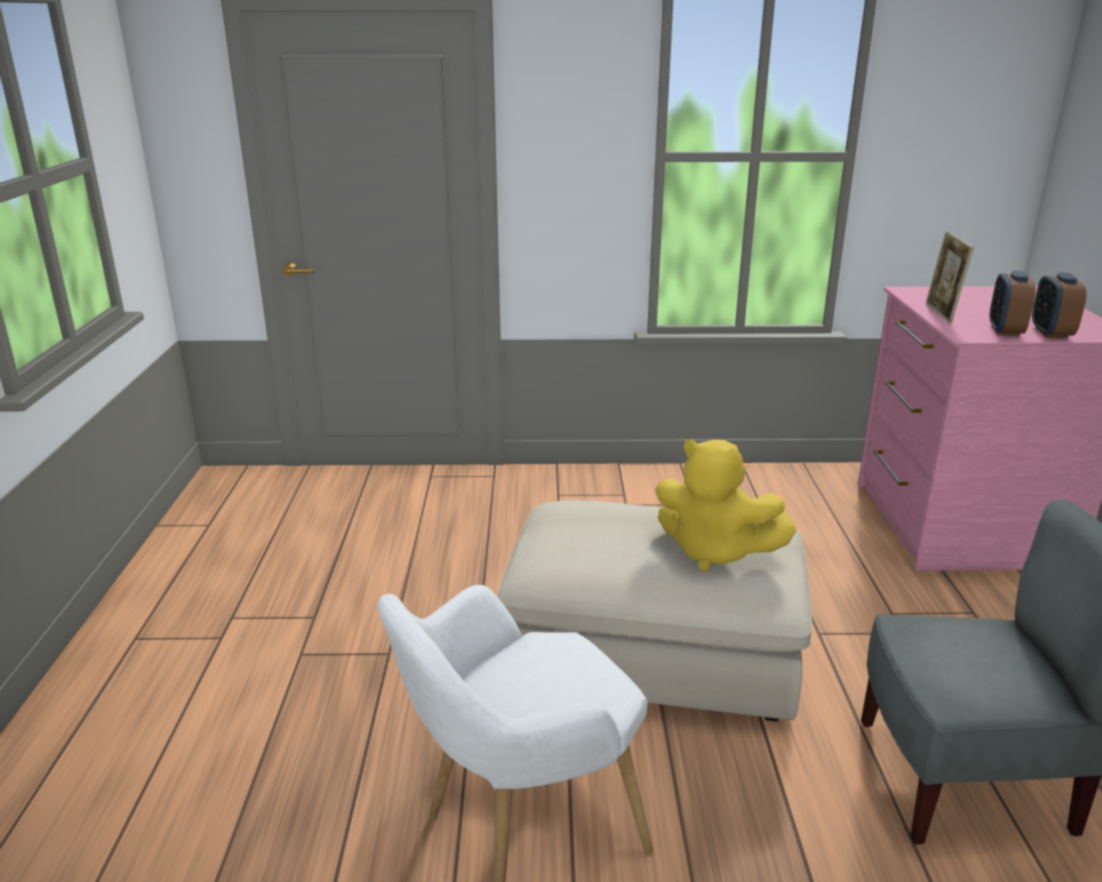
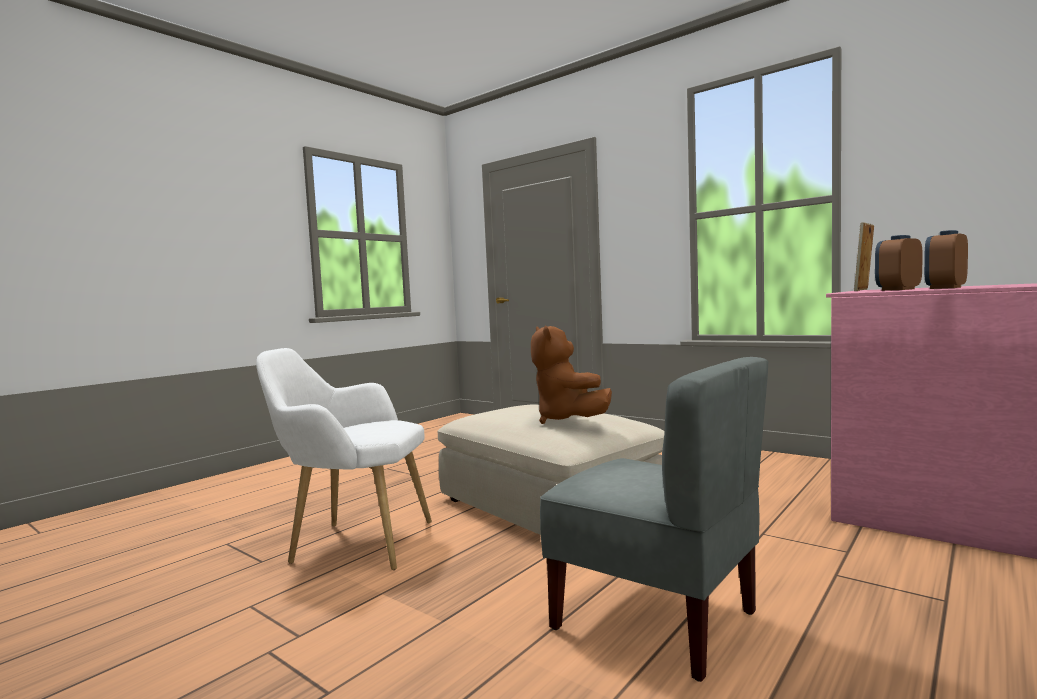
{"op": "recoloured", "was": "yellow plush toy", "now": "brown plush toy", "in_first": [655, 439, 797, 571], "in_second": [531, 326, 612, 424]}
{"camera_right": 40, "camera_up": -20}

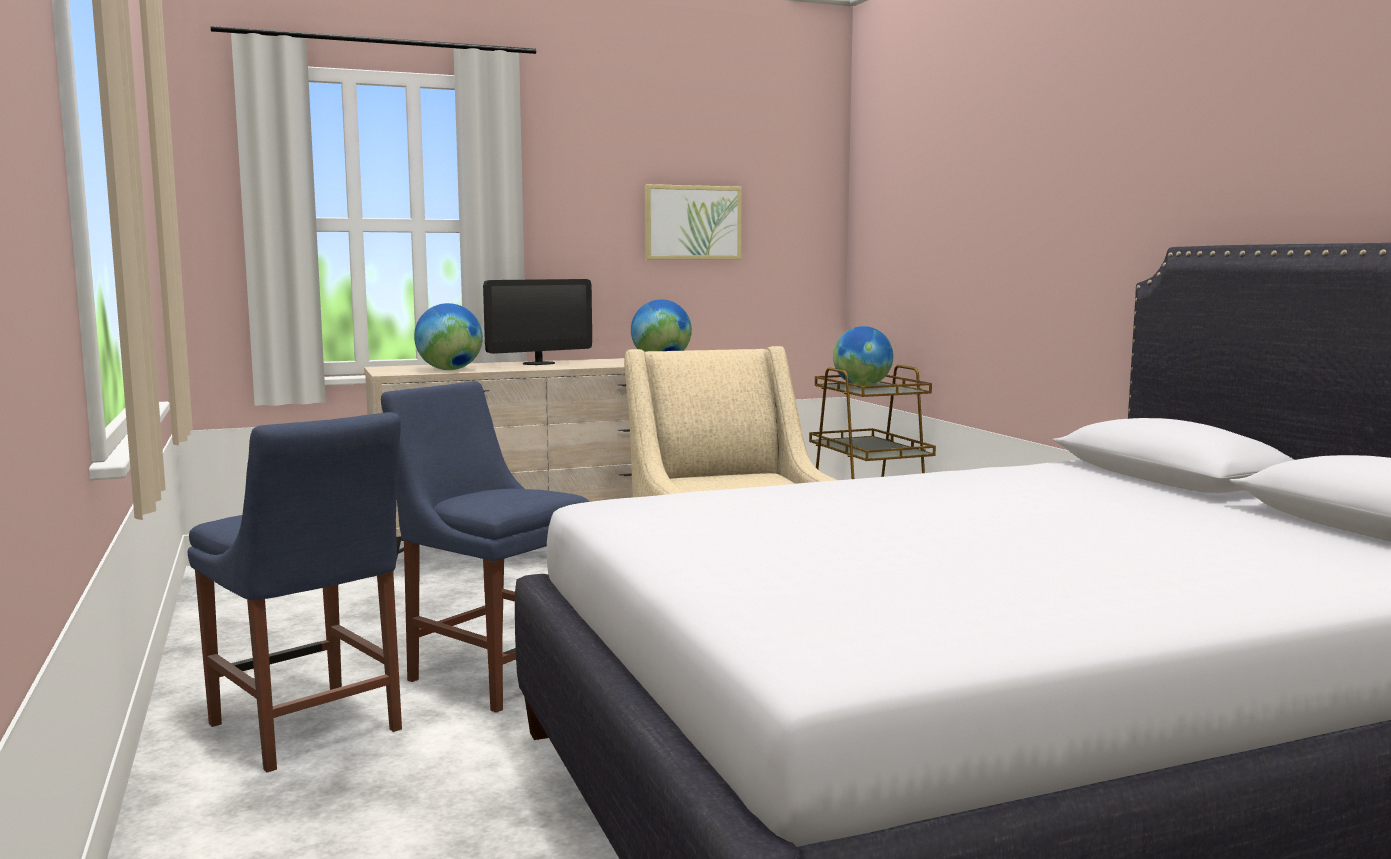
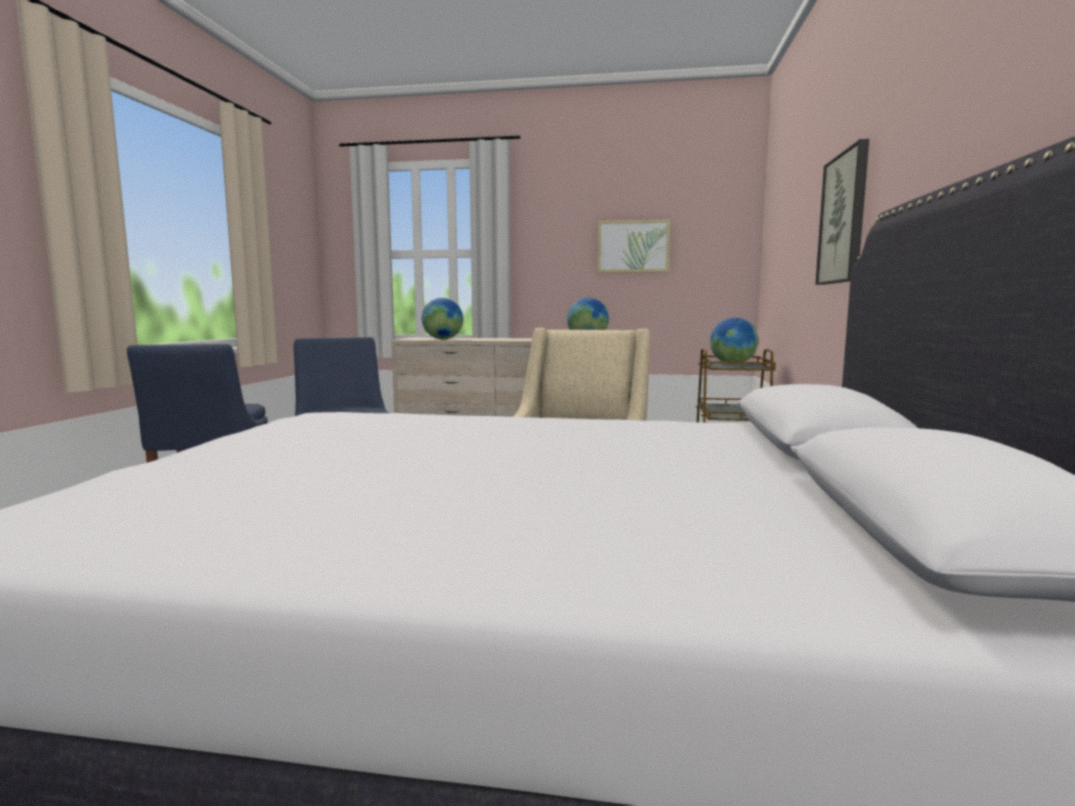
{"op": "removed", "was": "monitor", "in_first": [483, 279, 592, 365]}
{"op": "added", "now": "picture", "in_second": [815, 139, 869, 285]}
{"camera_right": 30, "camera_up": 0}

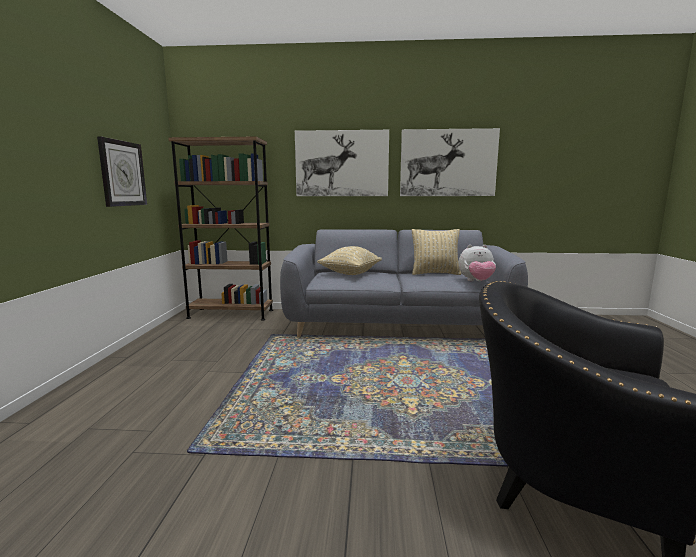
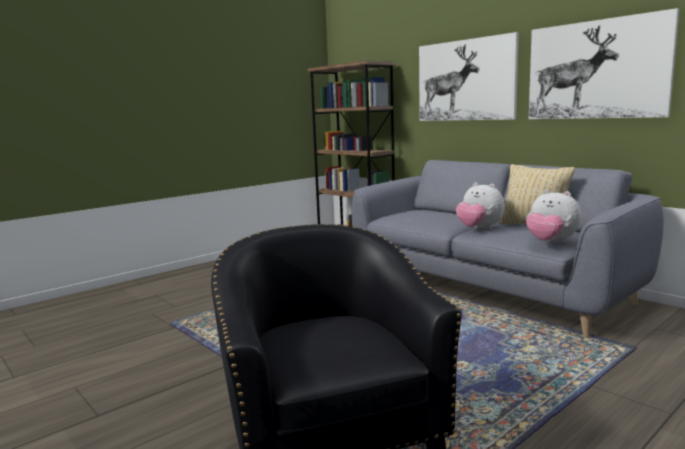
{"op": "removed", "was": "wall clock", "in_first": [97, 136, 147, 207]}
{"op": "removed", "was": "beige pillow", "in_first": [317, 246, 382, 275]}
{"op": "added", "now": "plush toy", "in_second": [456, 182, 504, 229]}
{"camera_right": 45, "camera_up": 0}

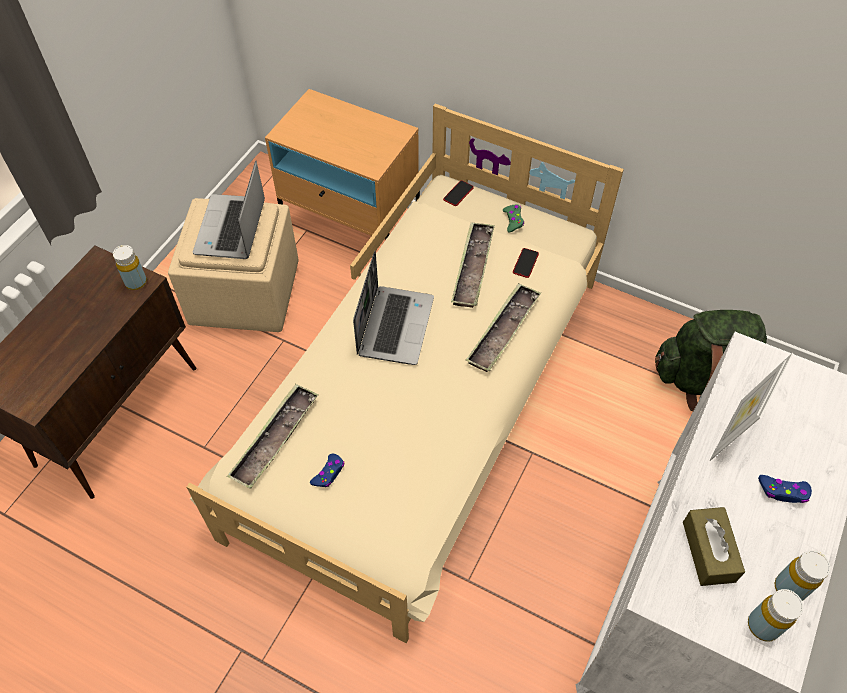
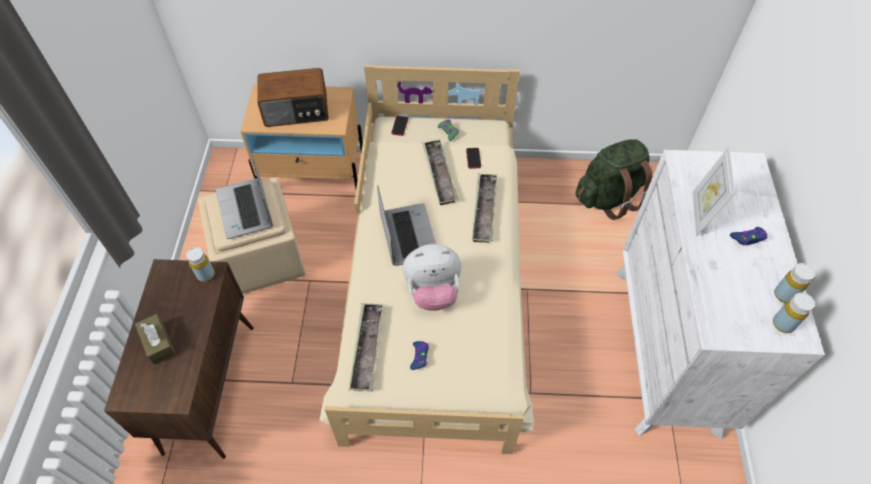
{"op": "moved", "was": "brown tissue box", "in_first": [683, 507, 745, 586], "in_second": [135, 314, 176, 365]}
{"op": "added", "now": "radio", "in_second": [258, 68, 329, 127]}
{"op": "added", "now": "plush toy", "in_second": [403, 244, 461, 311]}
{"camera_right": -25, "camera_up": 0}

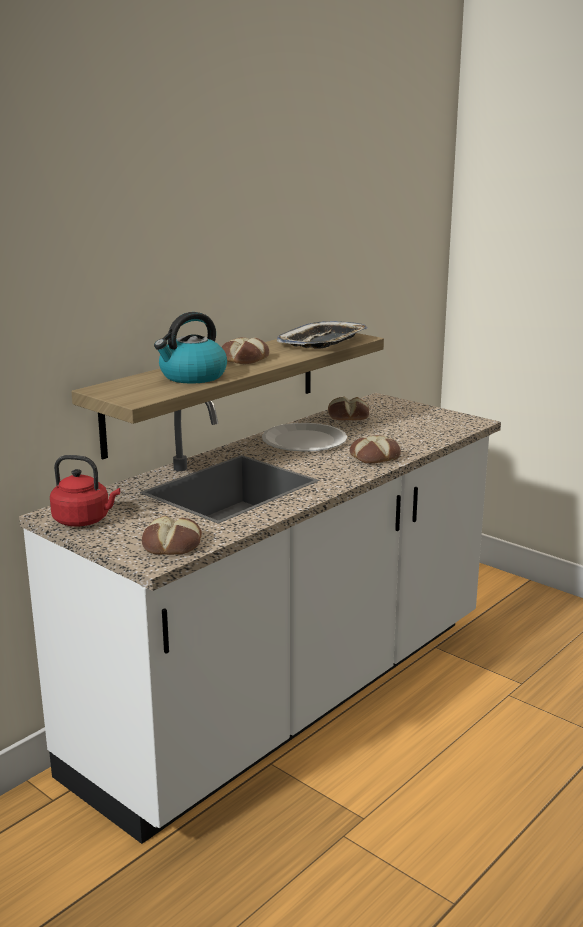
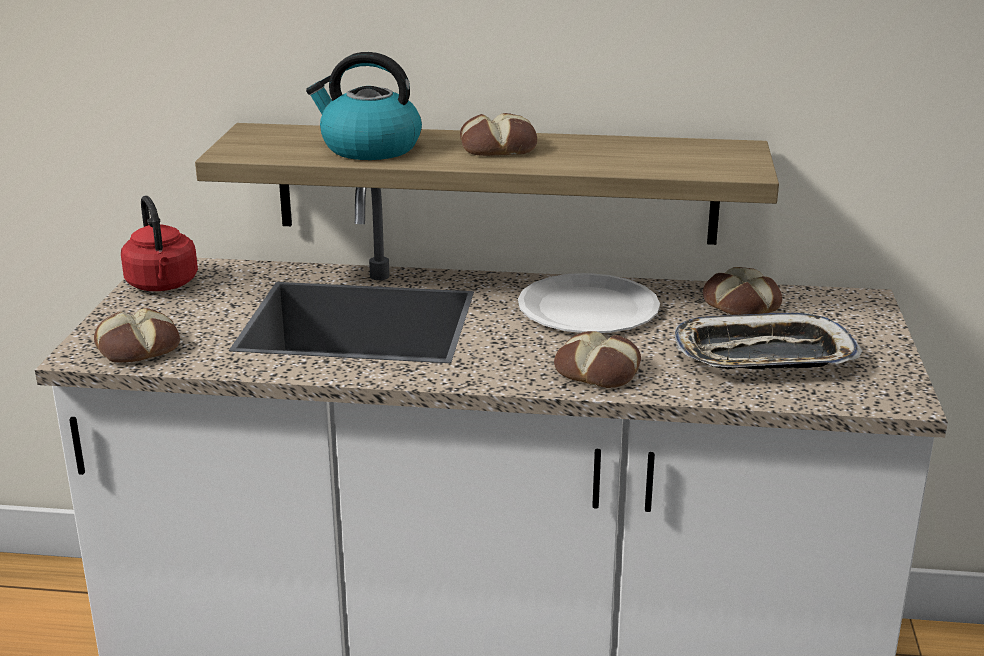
{"op": "moved", "was": "tray", "in_first": [277, 321, 368, 349], "in_second": [675, 313, 862, 369]}
{"camera_right": 55, "camera_up": 5}

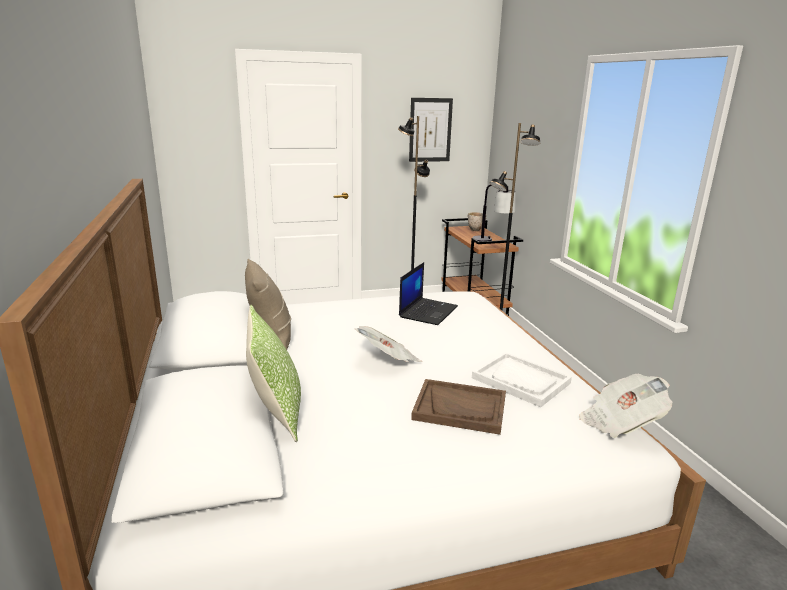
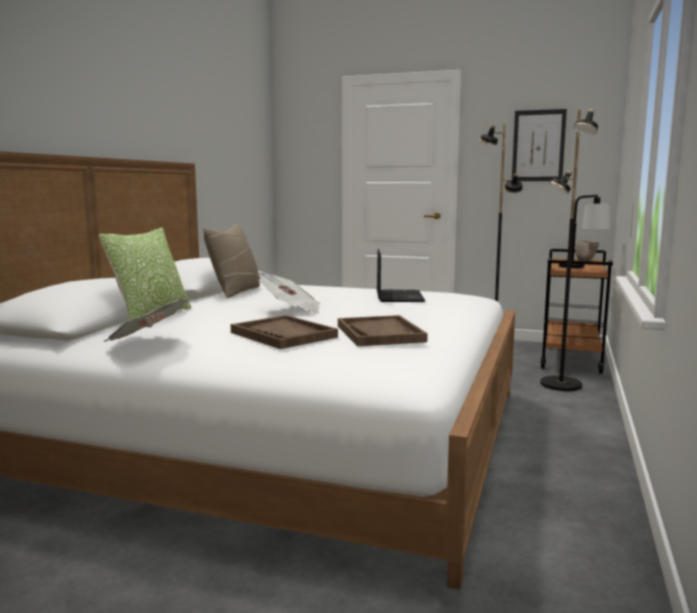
{"op": "turned", "was": "laptop", "in_first": [399, 262, 458, 325], "in_second": [377, 248, 425, 302], "clockwise": -60}
{"op": "recoloured", "was": "white tray", "now": "brown tray", "in_first": [472, 352, 572, 407], "in_second": [338, 315, 428, 346]}
{"op": "moved", "was": "newspaper", "in_first": [579, 374, 672, 438], "in_second": [105, 298, 188, 342]}
{"camera_right": 35, "camera_up": -10}

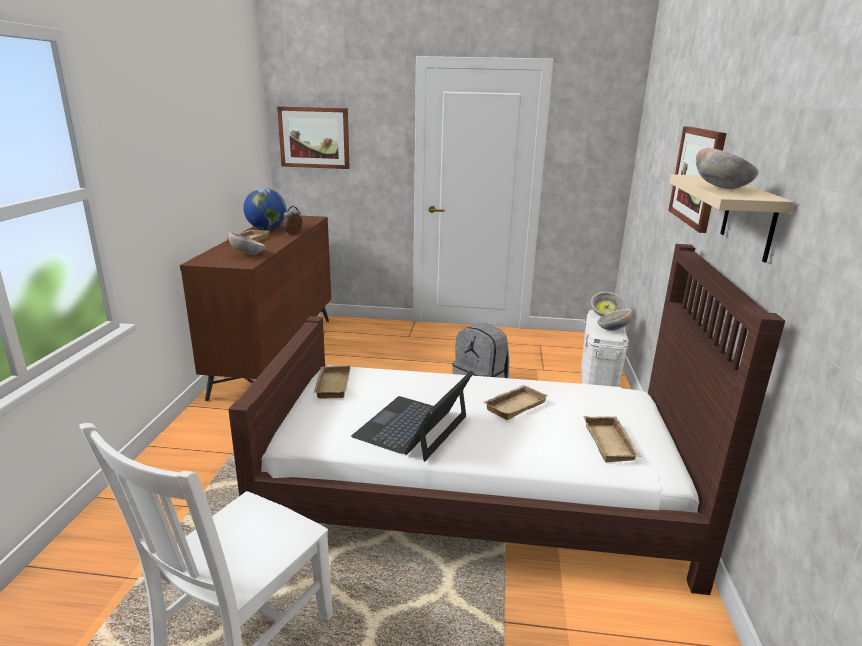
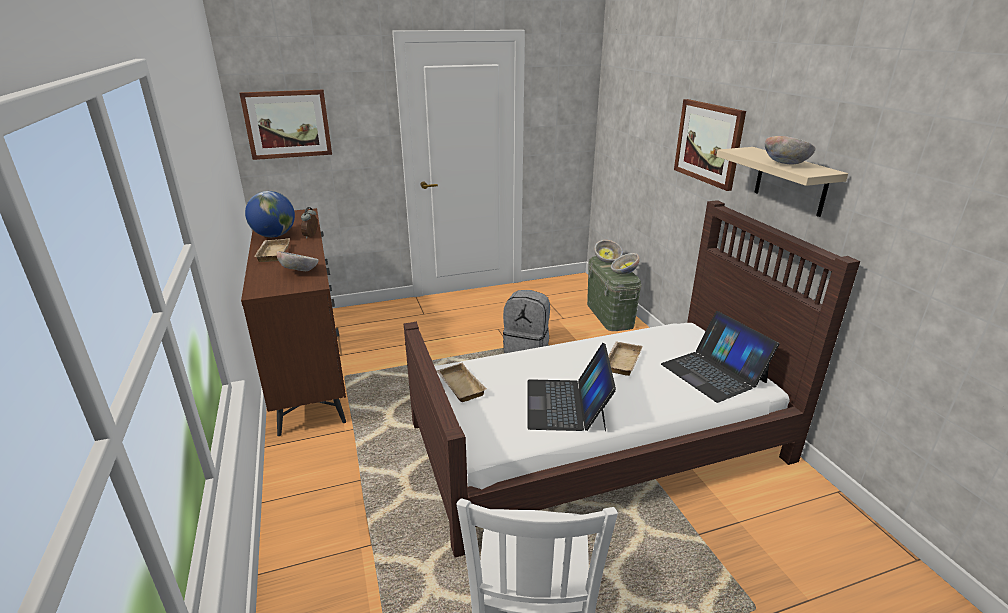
{"op": "recoloured", "was": "white storage box", "now": "green storage box", "in_first": [582, 309, 629, 387], "in_second": [587, 256, 642, 331]}
{"op": "replaced", "was": "beige tray", "now": "laptop", "in_first": [583, 416, 642, 462], "in_second": [661, 311, 779, 403]}
{"camera_right": -25, "camera_up": 5}

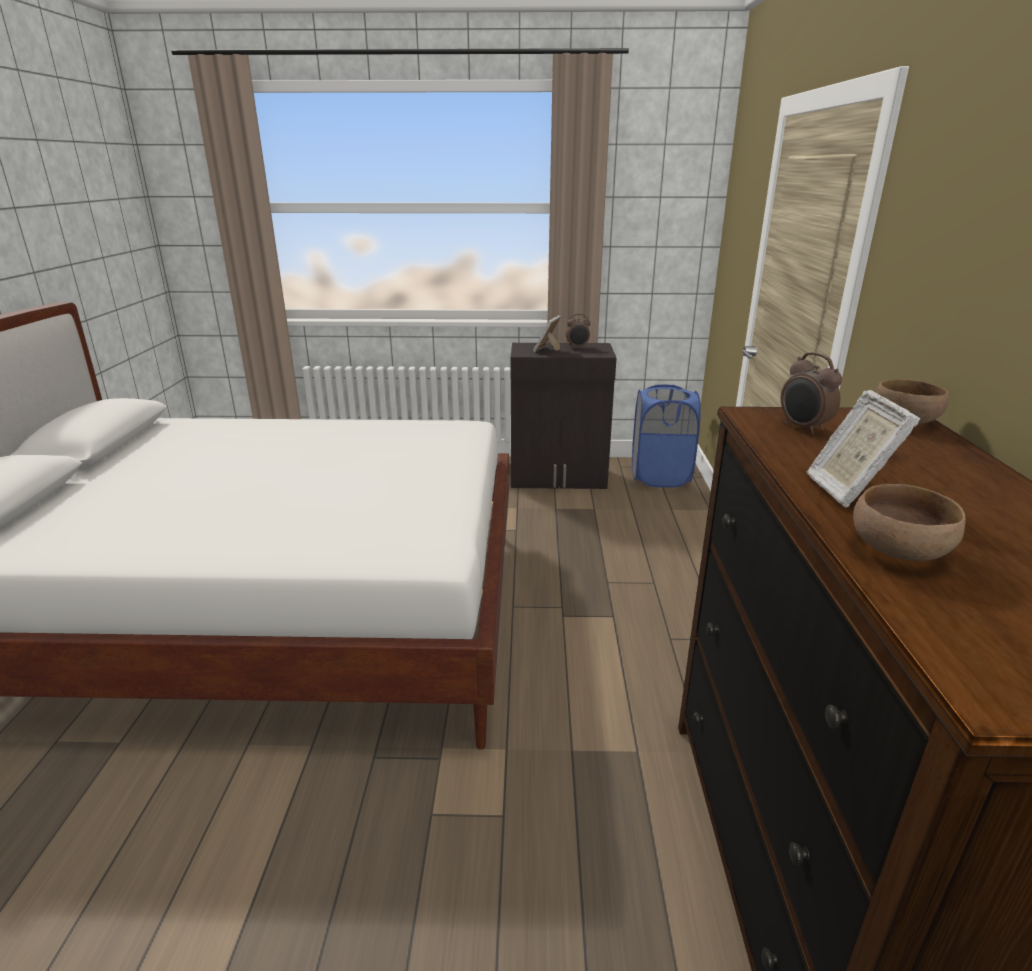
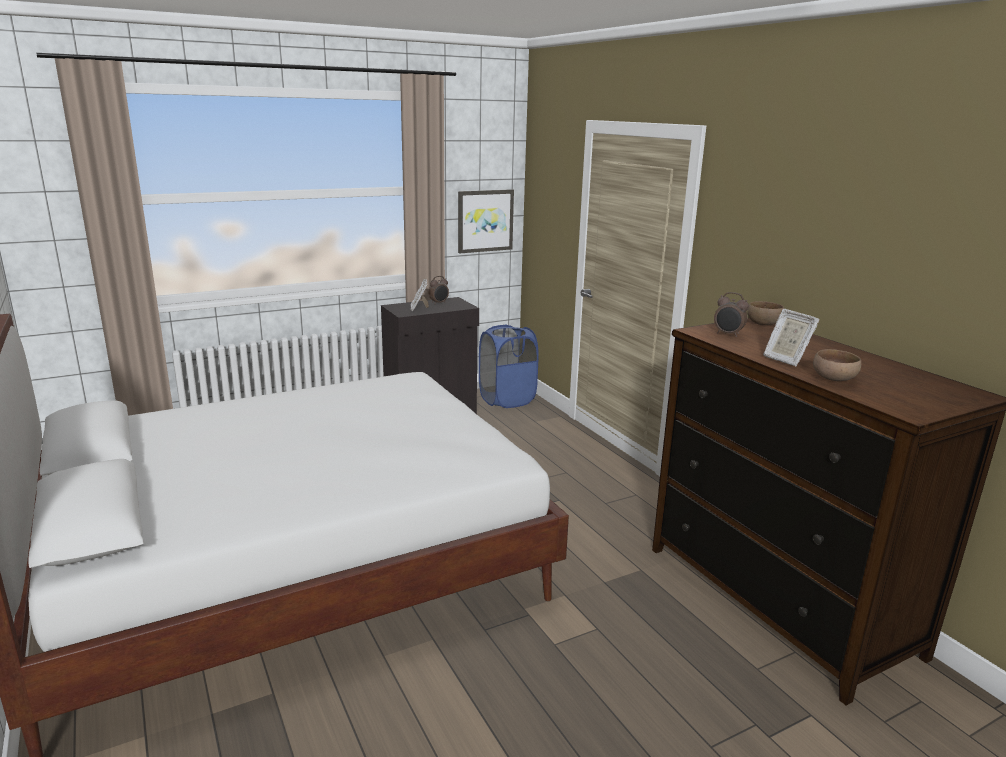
{"op": "added", "now": "picture", "in_second": [458, 189, 514, 254]}
{"camera_right": -30, "camera_up": -5}

